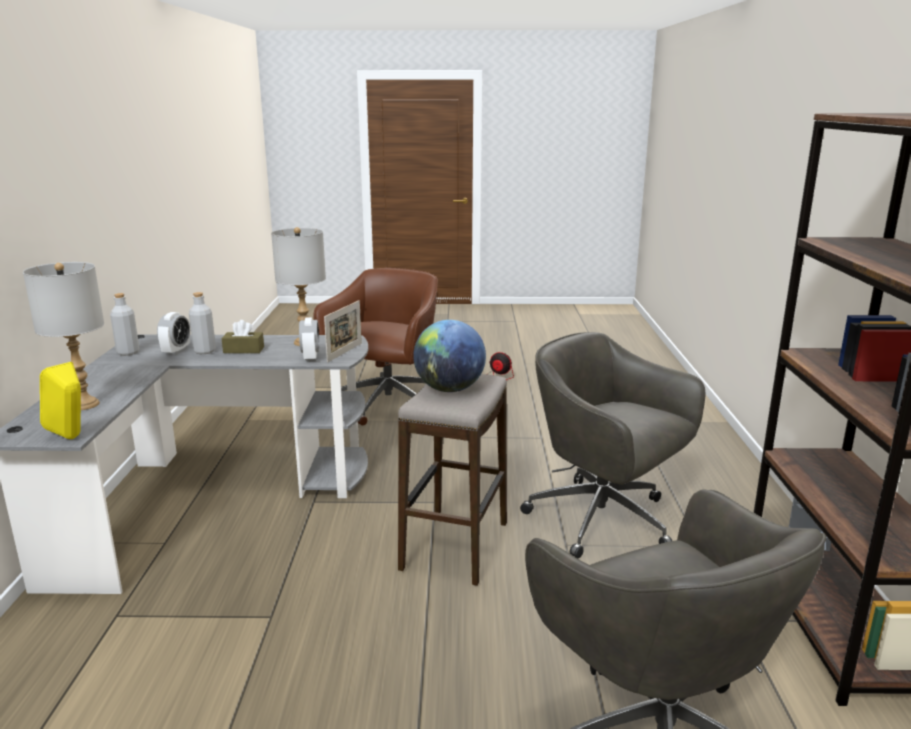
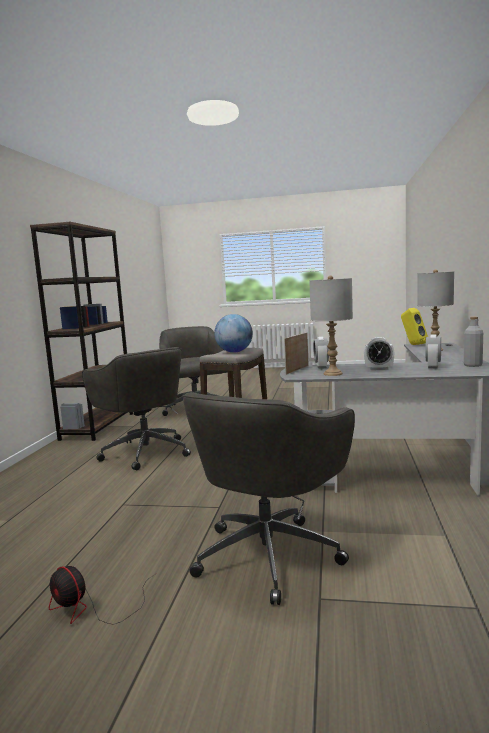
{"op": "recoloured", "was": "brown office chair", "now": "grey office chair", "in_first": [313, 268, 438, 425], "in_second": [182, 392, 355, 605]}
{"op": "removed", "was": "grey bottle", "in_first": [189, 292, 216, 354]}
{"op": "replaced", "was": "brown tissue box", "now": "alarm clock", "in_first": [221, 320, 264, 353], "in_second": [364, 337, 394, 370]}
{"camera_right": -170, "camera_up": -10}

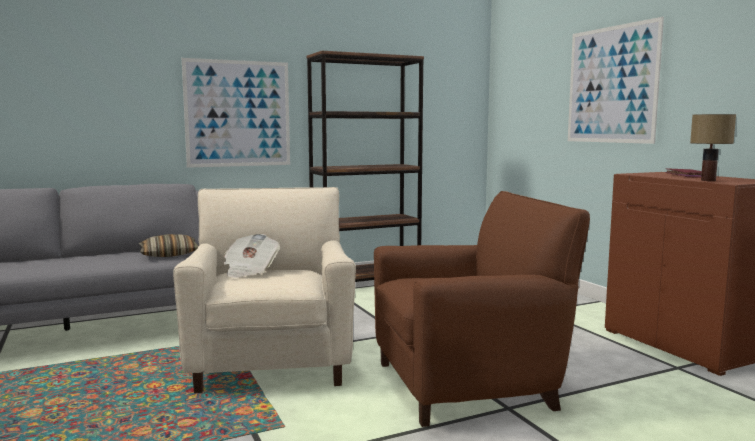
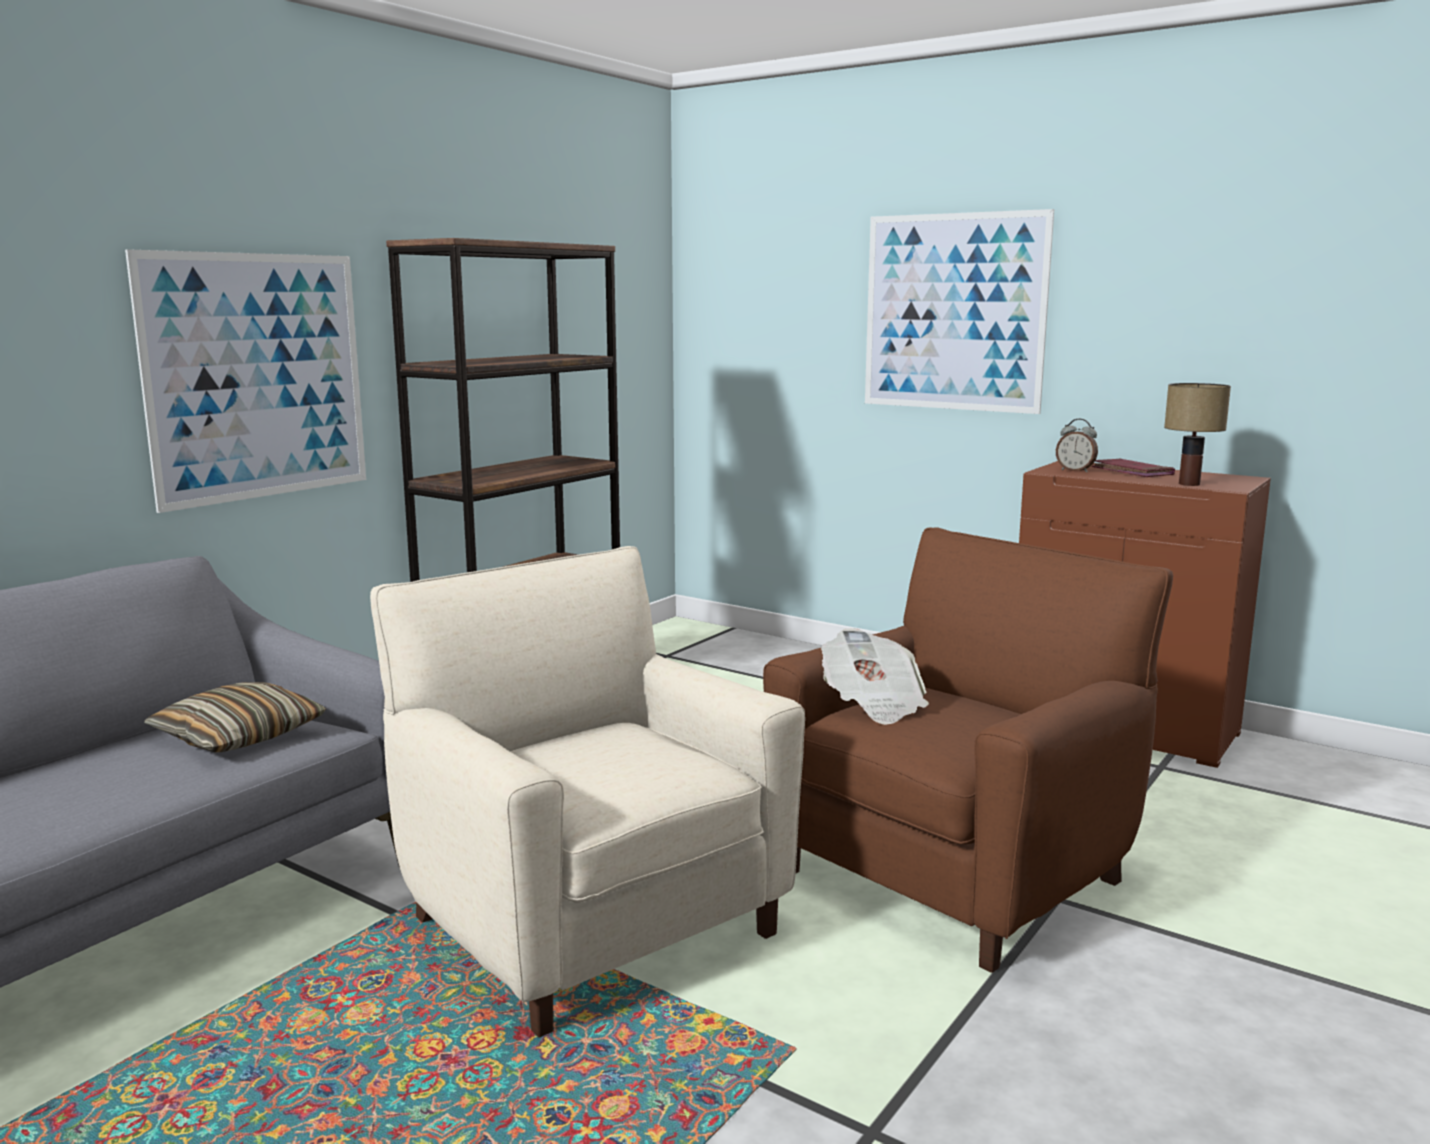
{"op": "moved", "was": "newspaper", "in_first": [223, 234, 280, 278], "in_second": [821, 628, 929, 725]}
{"op": "added", "now": "alarm clock", "in_second": [1056, 419, 1098, 472]}
{"camera_right": -30, "camera_up": 5}

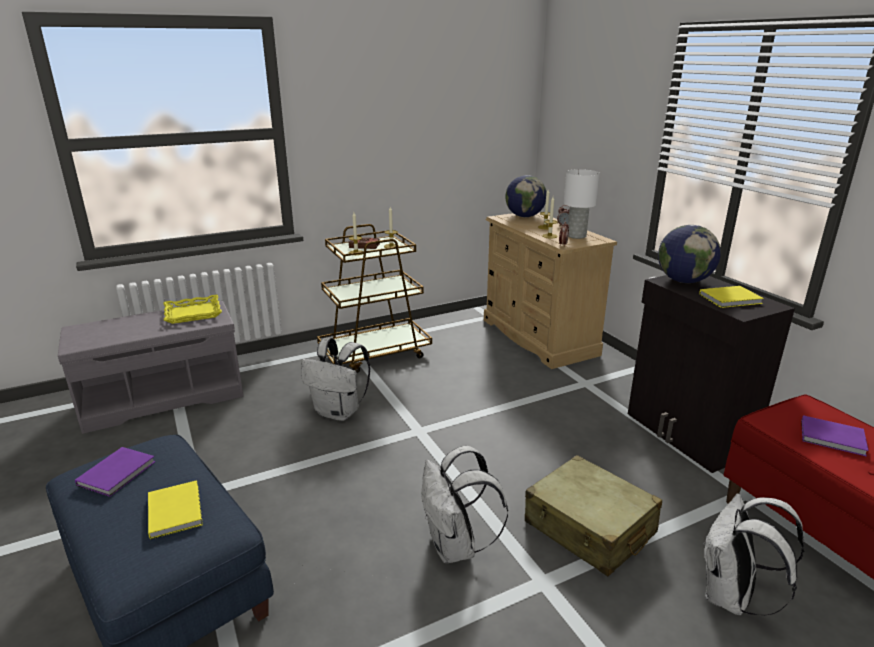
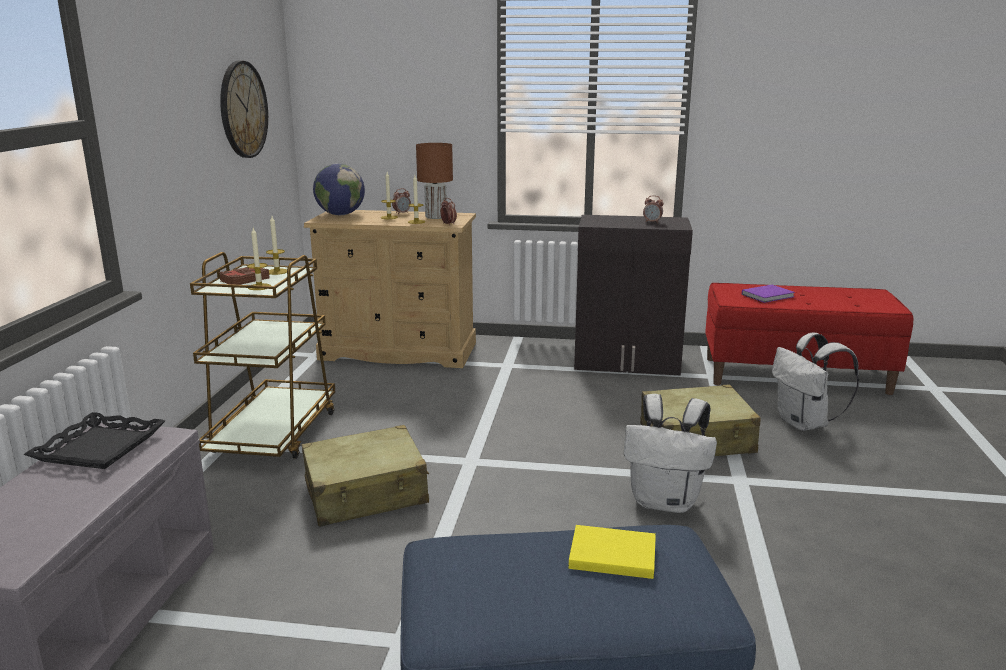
{"op": "recoloured", "was": "white table lamp", "now": "brown table lamp", "in_first": [564, 169, 600, 239], "in_second": [416, 143, 453, 219]}
{"op": "removed", "was": "globe", "in_first": [658, 225, 721, 283]}
{"op": "replaced", "was": "yellow book", "now": "alarm clock", "in_first": [699, 286, 764, 308], "in_second": [643, 196, 664, 223]}
{"op": "recoloured", "was": "yellow tray", "now": "black tray", "in_first": [164, 295, 222, 324], "in_second": [24, 412, 166, 469]}
{"op": "replaced", "was": "white backpack", "now": "beige suitcase", "in_first": [301, 338, 370, 421], "in_second": [302, 425, 429, 527]}
{"op": "removed", "was": "purple book", "in_first": [75, 447, 155, 497]}
{"op": "added", "now": "wall clock", "in_second": [220, 61, 268, 158]}
{"camera_right": -55, "camera_up": -5}

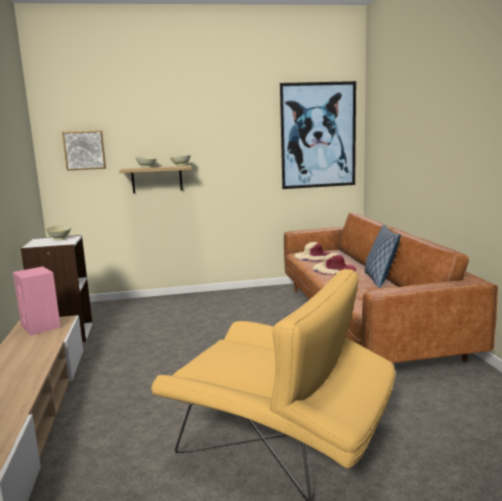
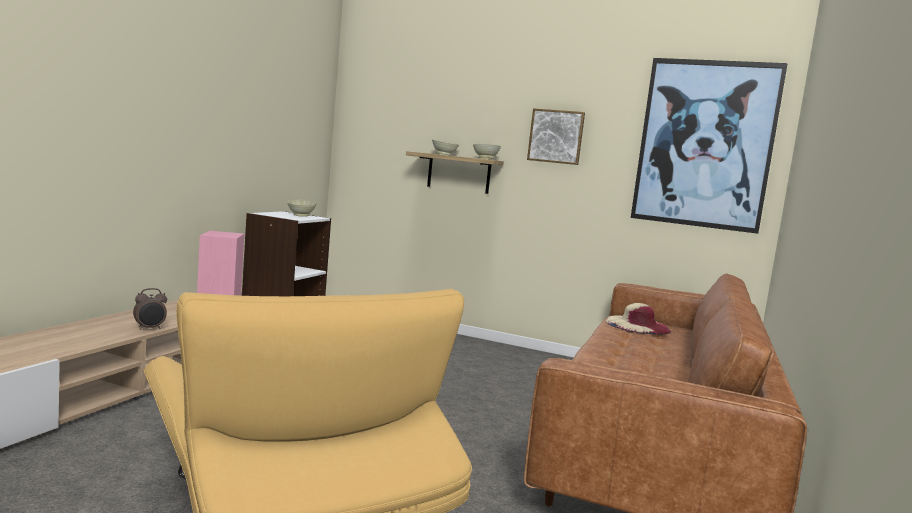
{"op": "moved", "was": "picture", "in_first": [62, 130, 106, 171], "in_second": [527, 108, 585, 165]}
{"op": "removed", "was": "pillow", "in_first": [365, 225, 401, 288]}
{"op": "removed", "was": "beige hat", "in_first": [312, 253, 357, 275]}
{"op": "added", "now": "alarm clock", "in_second": [133, 288, 167, 330]}
{"camera_right": 30, "camera_up": -5}

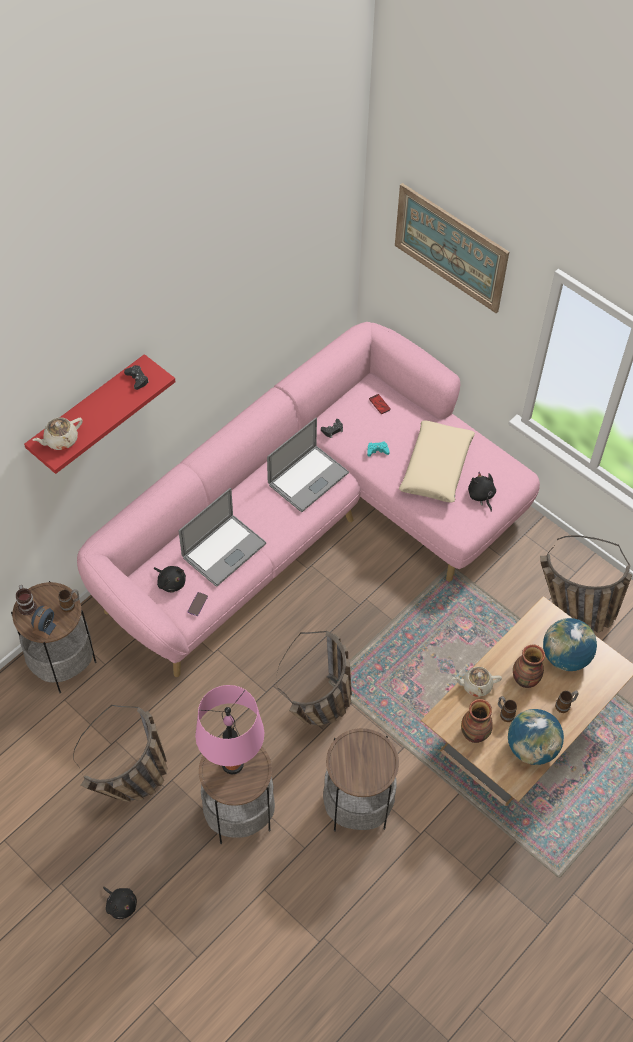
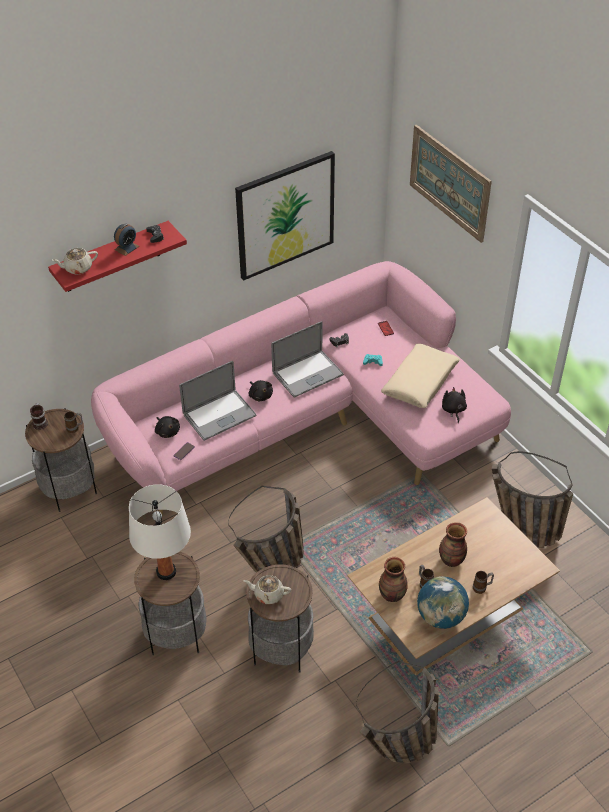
{"op": "moved", "was": "alarm clock", "in_first": [31, 606, 58, 639], "in_second": [114, 223, 139, 256]}
{"op": "removed", "was": "globe", "in_first": [543, 618, 597, 671]}
{"op": "moved", "was": "beige teapot", "in_first": [453, 667, 502, 697], "in_second": [243, 575, 291, 604]}
{"op": "recoloured", "was": "pink table lamp", "now": "white table lamp", "in_first": [195, 685, 264, 774], "in_second": [129, 484, 191, 580]}
{"op": "moved", "was": "basket", "in_first": [73, 705, 167, 802], "in_second": [356, 661, 439, 764]}
{"op": "moved", "was": "black plush toy", "in_first": [103, 887, 137, 919], "in_second": [249, 380, 273, 401]}
{"op": "added", "now": "picture", "in_second": [235, 151, 335, 281]}
{"camera_right": 15, "camera_up": -10}

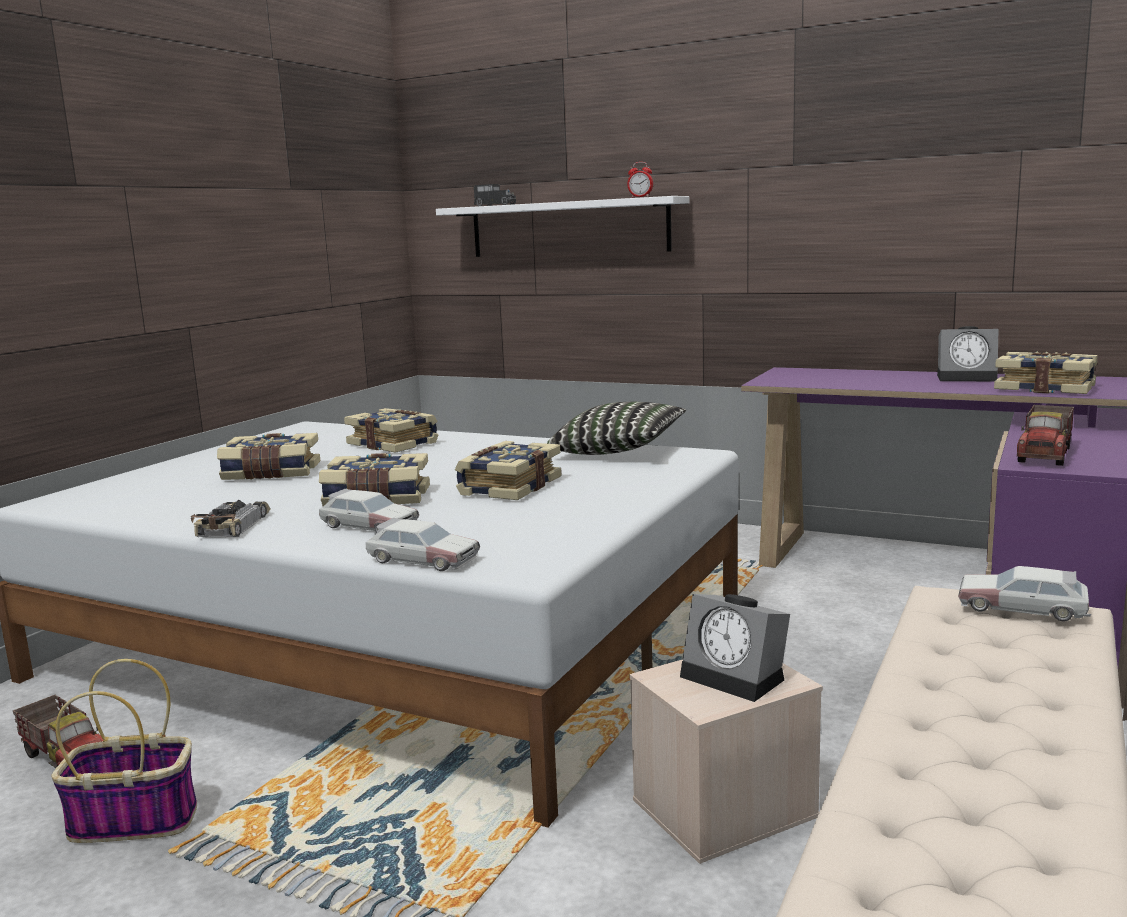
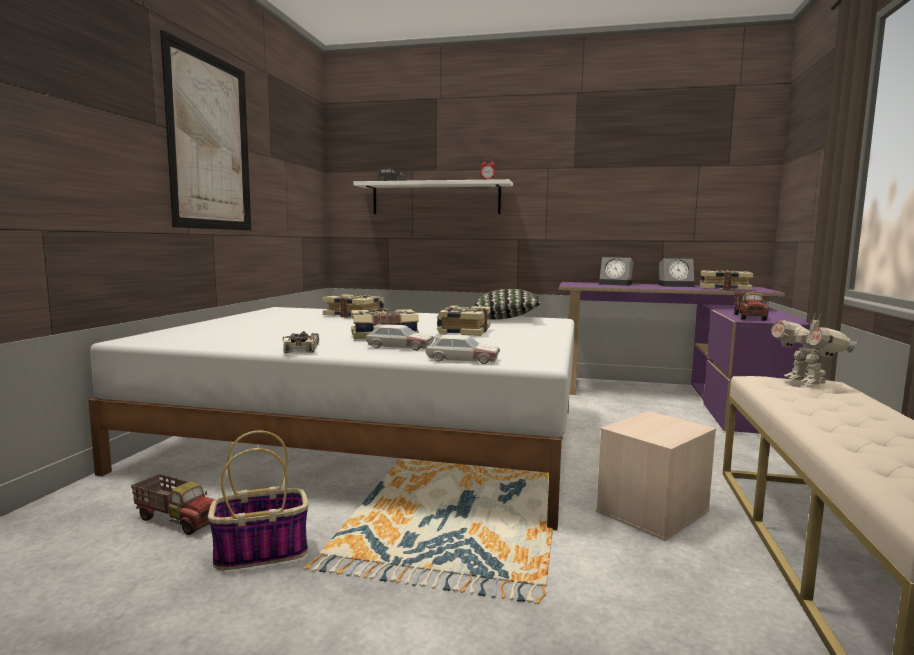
{"op": "removed", "was": "book", "in_first": [217, 433, 321, 480]}
{"op": "replaced", "was": "toy car", "now": "toy robot", "in_first": [958, 566, 1092, 621], "in_second": [771, 315, 857, 385]}
{"op": "moved", "was": "alarm clock", "in_first": [680, 594, 790, 702], "in_second": [599, 256, 634, 286]}
{"op": "added", "now": "picture", "in_second": [160, 29, 252, 230]}
{"camera_right": -15, "camera_up": -5}

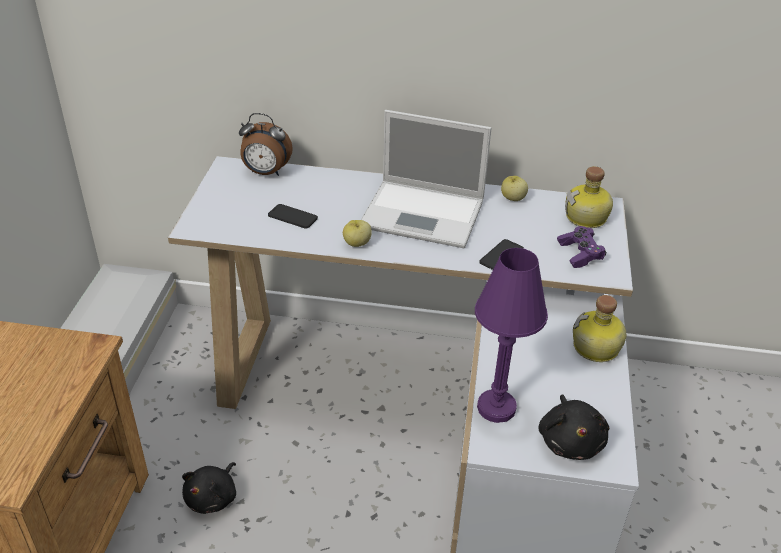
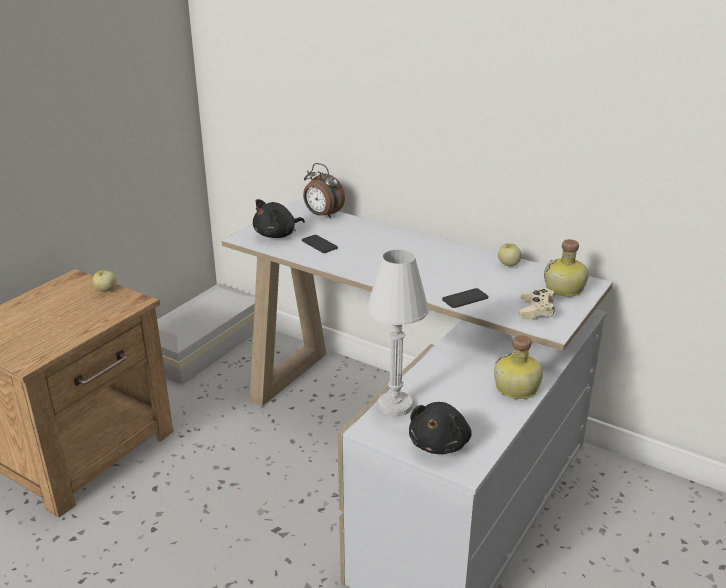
{"op": "removed", "was": "laptop", "in_first": [361, 110, 492, 249]}
{"op": "moved", "was": "apple", "in_first": [343, 220, 372, 247], "in_second": [93, 270, 117, 292]}
{"op": "recoloured", "was": "purple game controller", "now": "beige game controller", "in_first": [557, 226, 607, 268], "in_second": [519, 288, 555, 320]}
{"op": "recoloured", "was": "purple table lamp", "now": "white table lamp", "in_first": [475, 248, 548, 423], "in_second": [366, 249, 429, 417]}
{"op": "moved", "was": "black plush toy", "in_first": [182, 462, 236, 514], "in_second": [253, 199, 305, 238]}
{"camera_right": 25, "camera_up": -10}

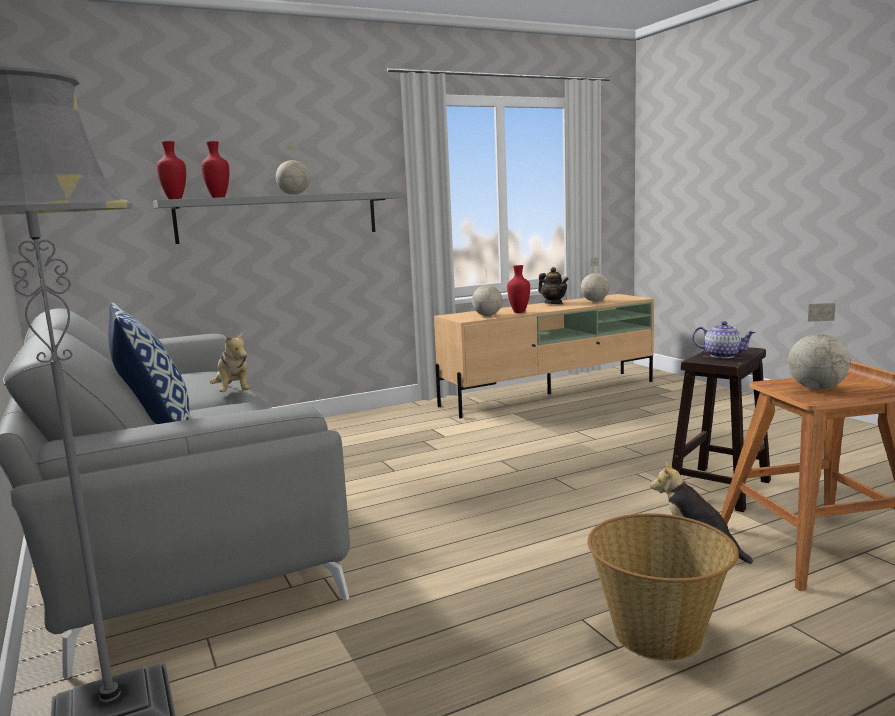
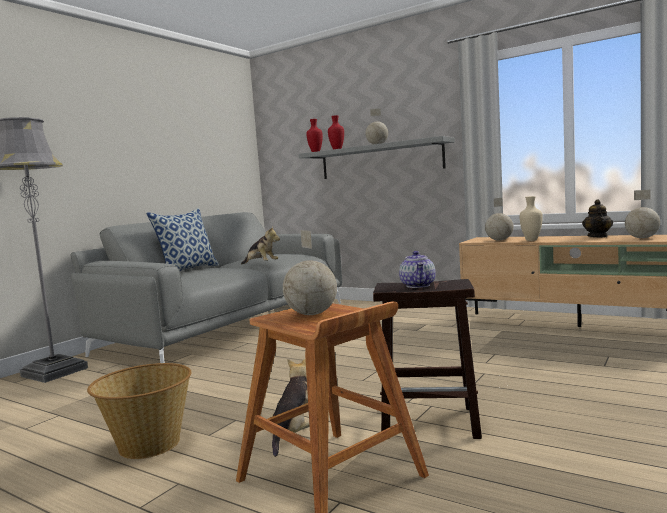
{"op": "recoloured", "was": "red vase", "now": "beige vase", "in_first": [507, 265, 530, 313], "in_second": [520, 196, 543, 241]}
{"op": "turned", "was": "plush toy", "in_first": [210, 331, 250, 392], "in_second": [241, 227, 280, 265], "clockwise": -90}
{"camera_right": 60, "camera_up": -5}

